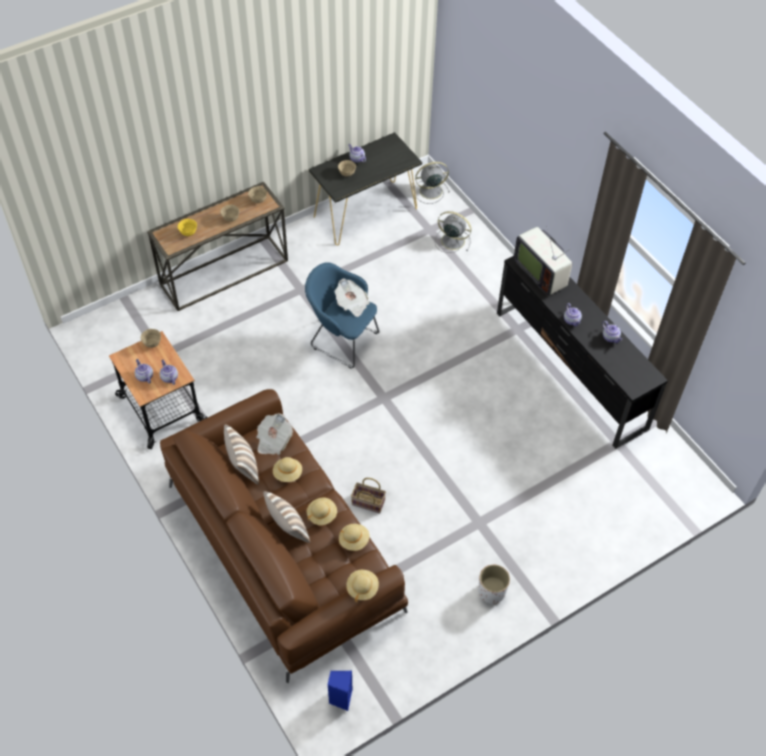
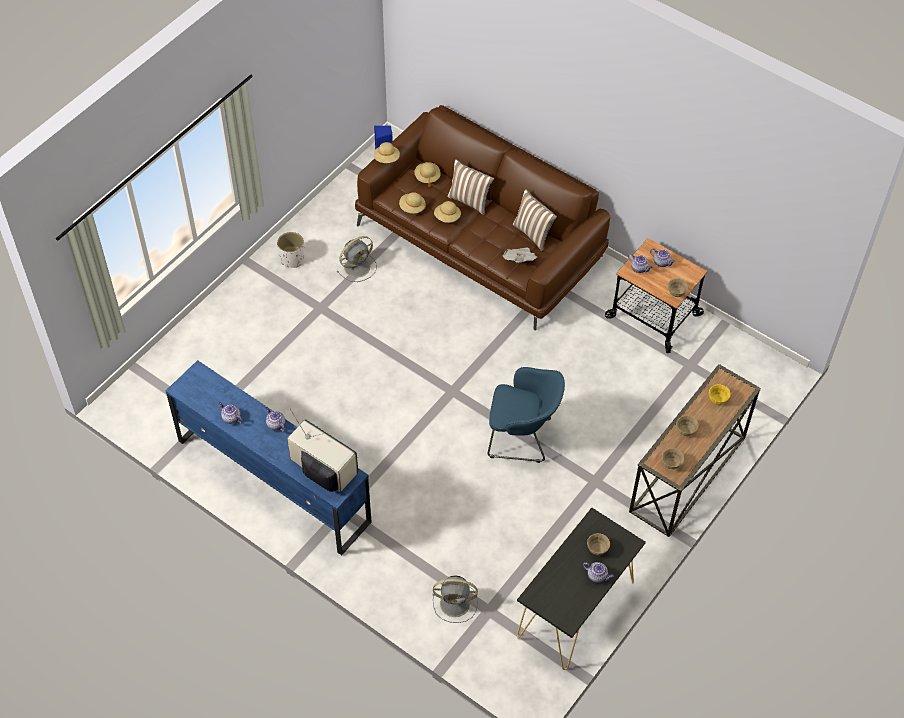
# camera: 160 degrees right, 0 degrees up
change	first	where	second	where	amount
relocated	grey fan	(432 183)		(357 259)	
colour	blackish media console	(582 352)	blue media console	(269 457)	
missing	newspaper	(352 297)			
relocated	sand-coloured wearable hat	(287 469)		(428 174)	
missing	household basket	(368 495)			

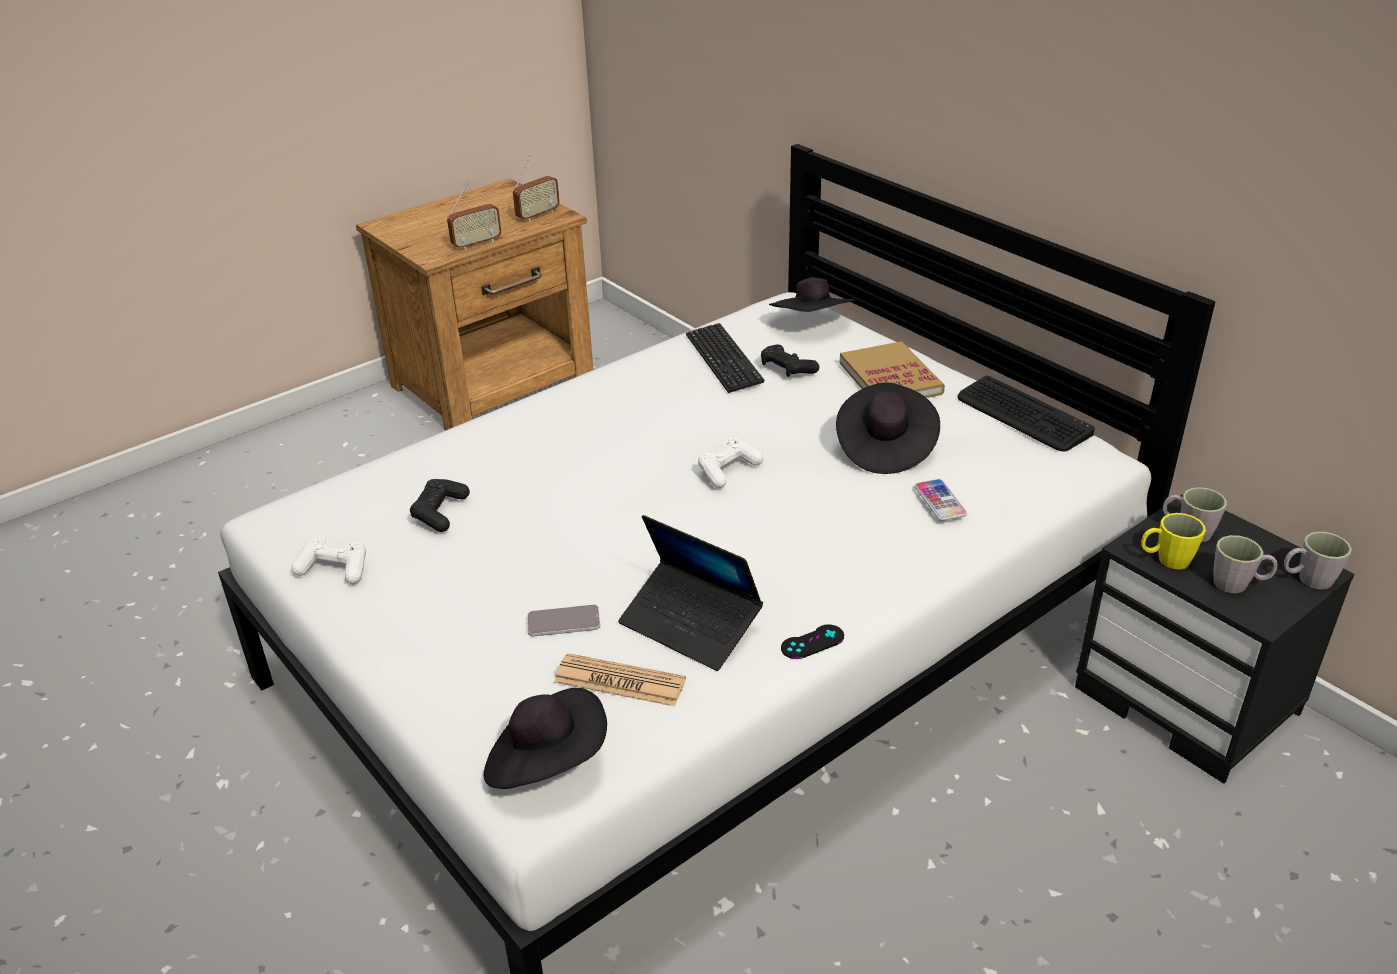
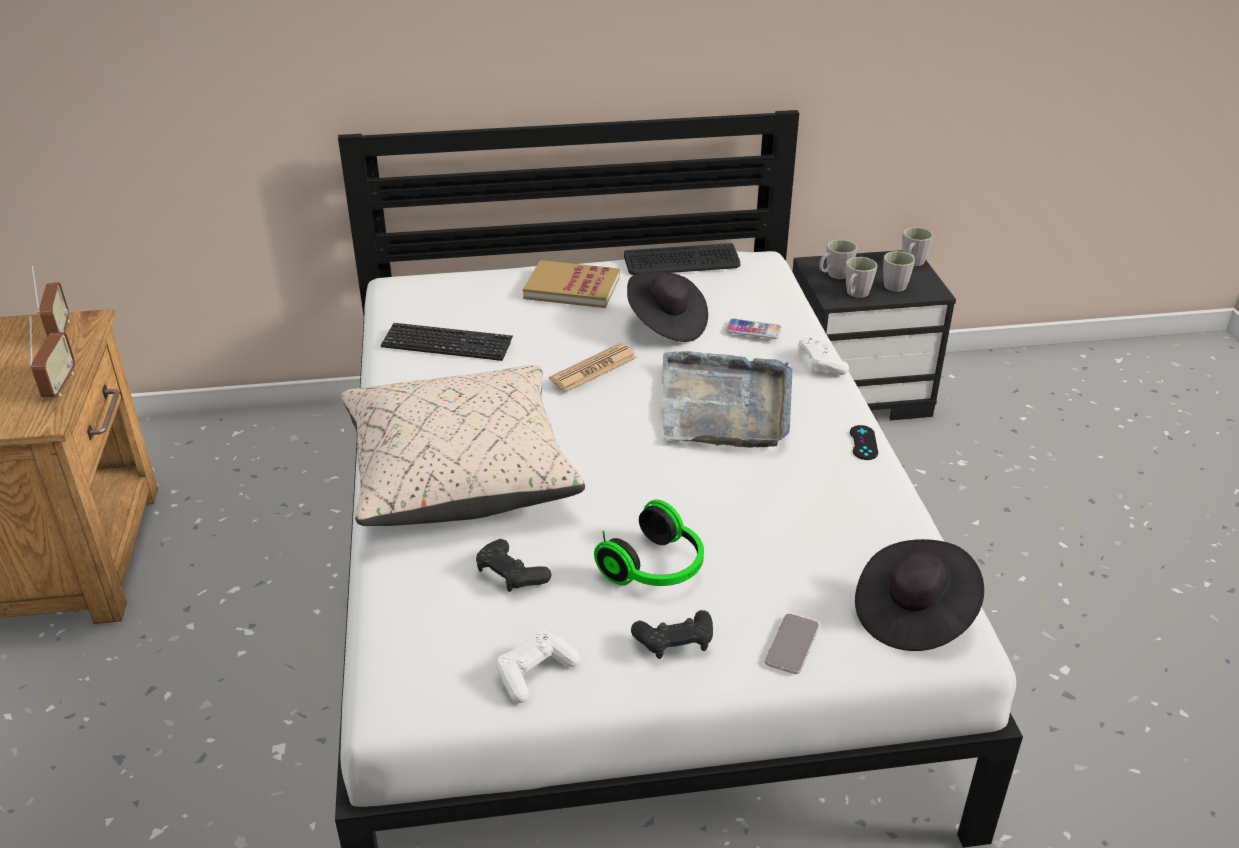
# camera: 60 degrees left, 0 degrees up
change	first	where	second	where	amount
missing	blackish wearable hat	(812 294)			
relocated	blackish gamepad	(790 360)		(672 634)	
relocated	whitish gamepad	(730 463)		(823 355)	
colour	yellow-coloured mug	(1173 541)	grey mug	(862 277)	
missing	laptop	(690 593)			
relocated	telephone	(563 620)		(792 643)	
relocated	newspaper	(620 680)		(593 368)	
appeared			grey serving tray	(727 399)	
appeared			sand-coloured cushion	(463 445)	
appeared			headset	(649 543)	

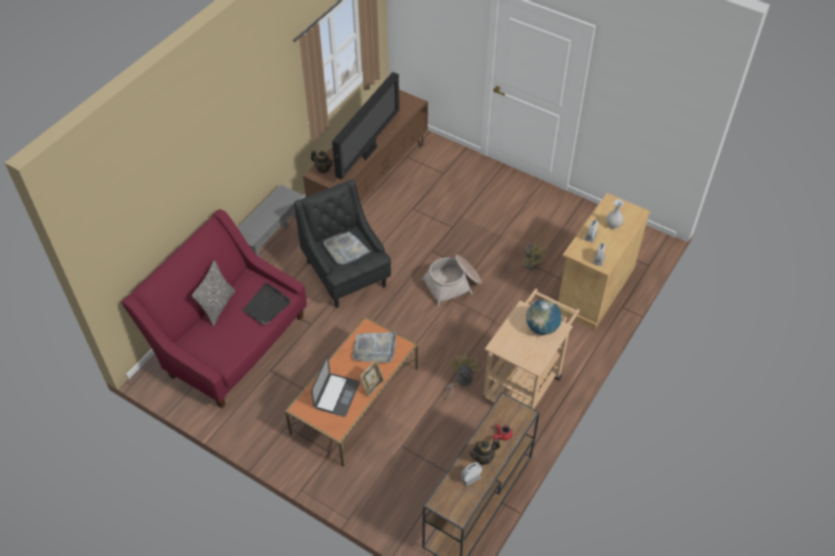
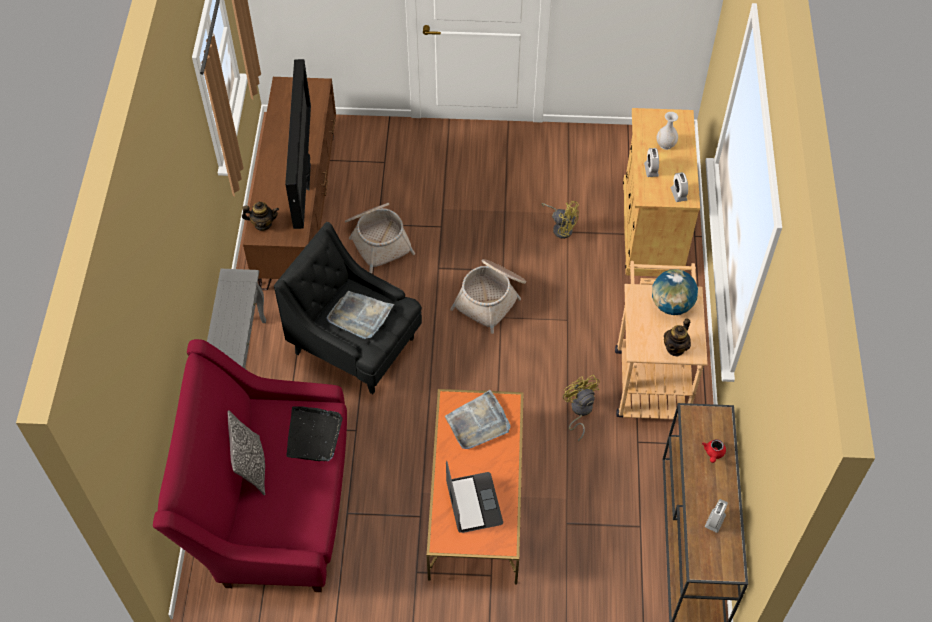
# camera: 30 degrees left, 5 degrees up
change	first	where	second	where	amount
missing	standing frame	(372 378)			
relocated	tea pot	(484 451)		(677 337)	
appeared			household basket	(380 238)	

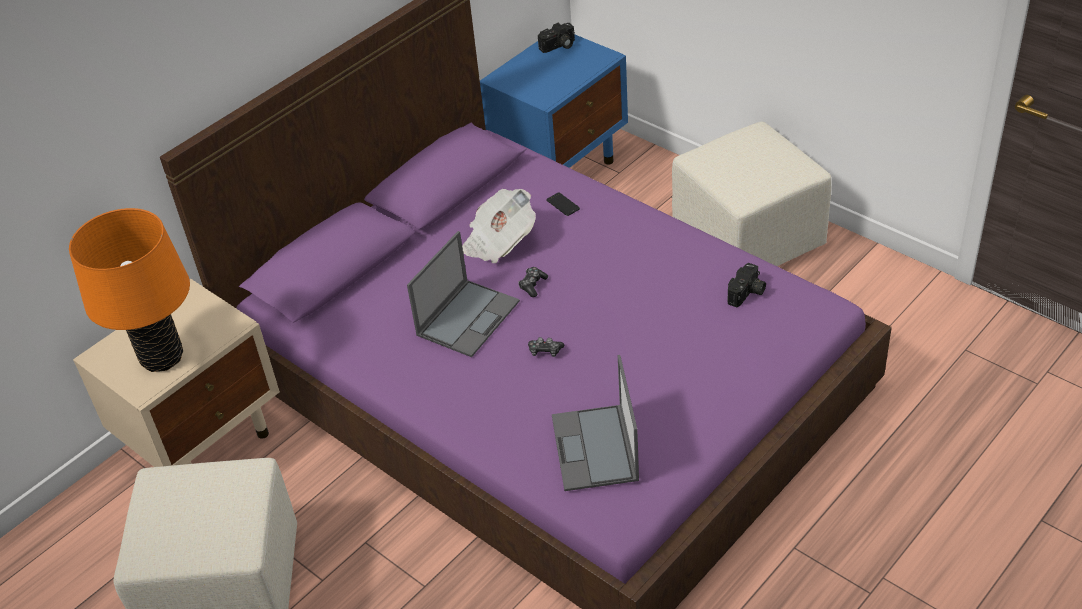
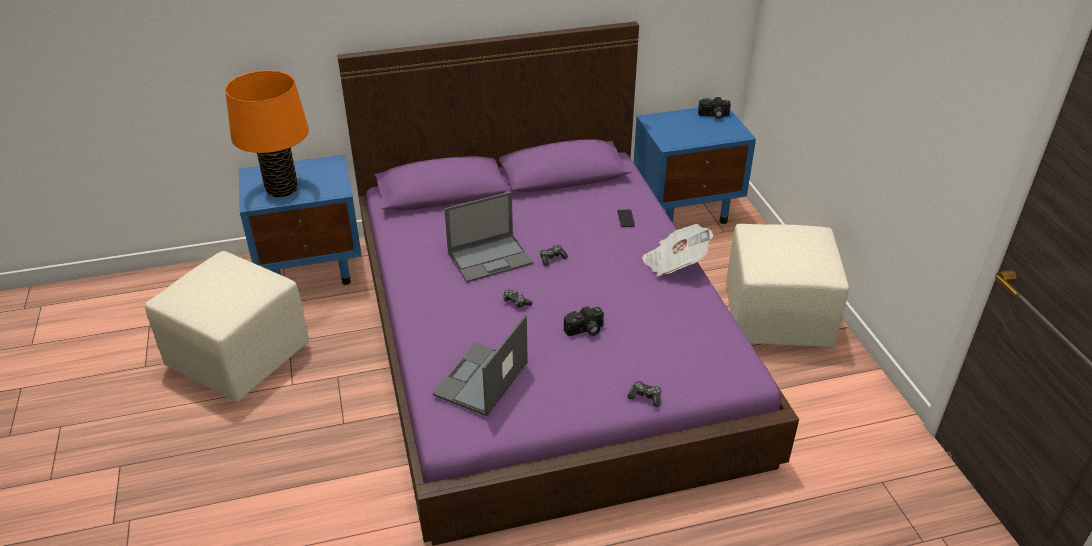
# camera: 30 degrees right, 5 degrees down
change	first	where	second	where	amount
relocated	newspaper	(499 226)		(677 250)	
relocated	photo camera	(747 285)		(584 321)	
colour	sand-coloured bedside table	(176 373)	blue bedside table	(300 220)	
appeared			gamepad	(644 394)	

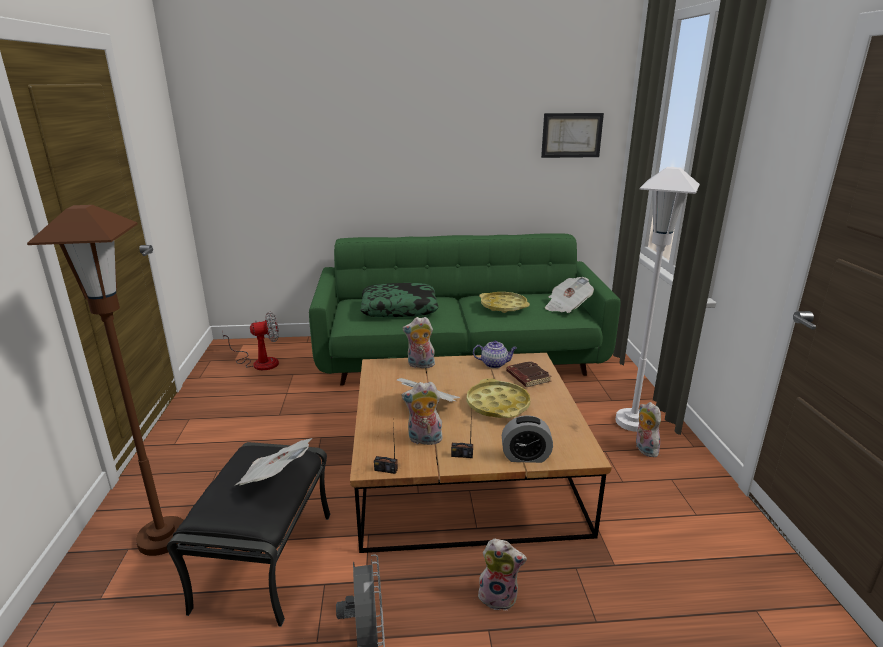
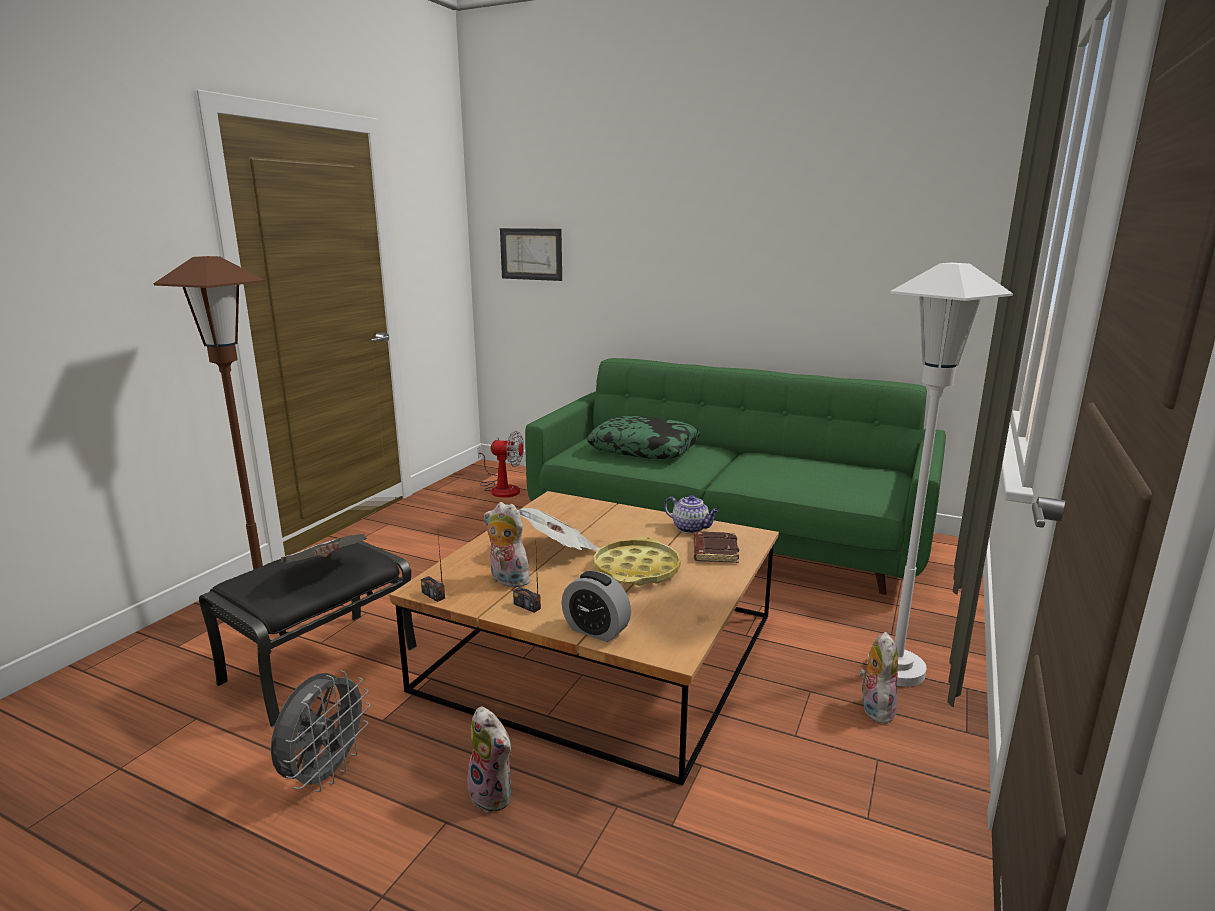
# camera: 30 degrees right, 5 degrees down
change	first	where	second	where	amount
relocated	picture	(572 135)		(531 254)	
missing	newspaper	(569 295)			
missing	yellow-coloured serving tray	(504 302)			
missing	soft toy	(419 342)			

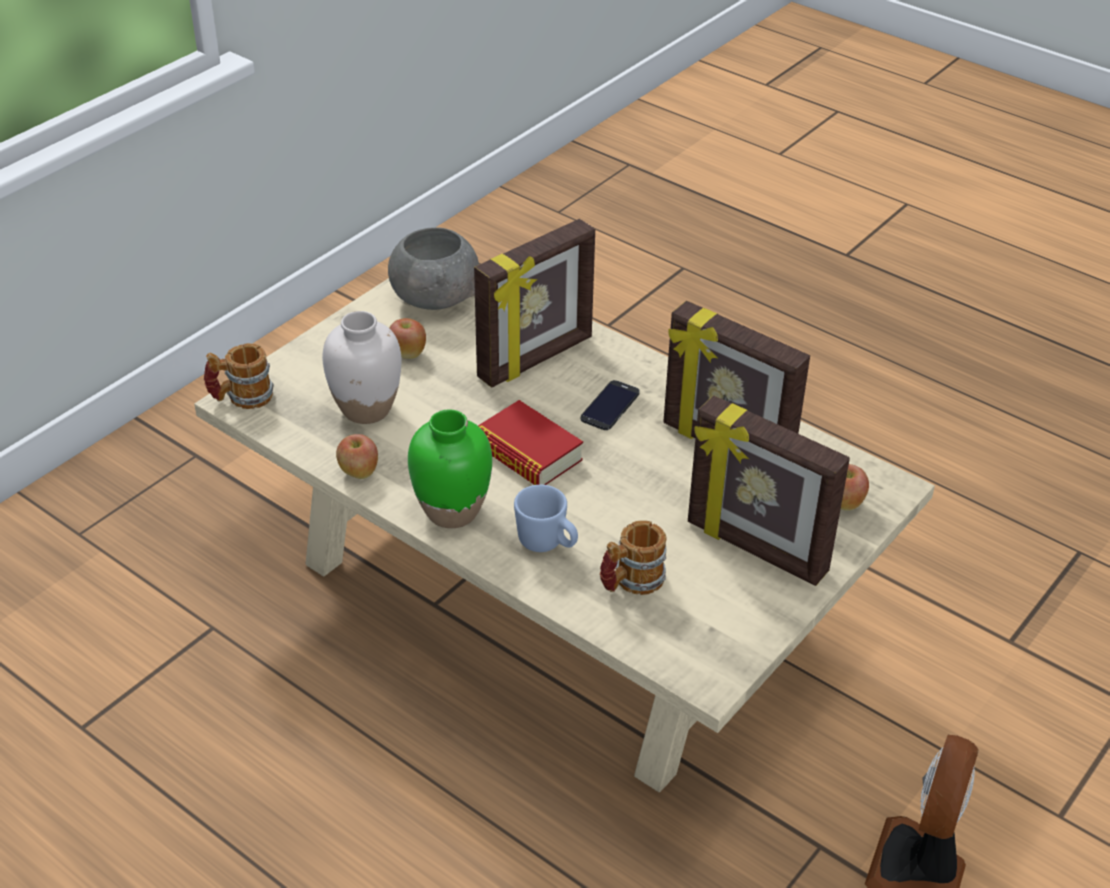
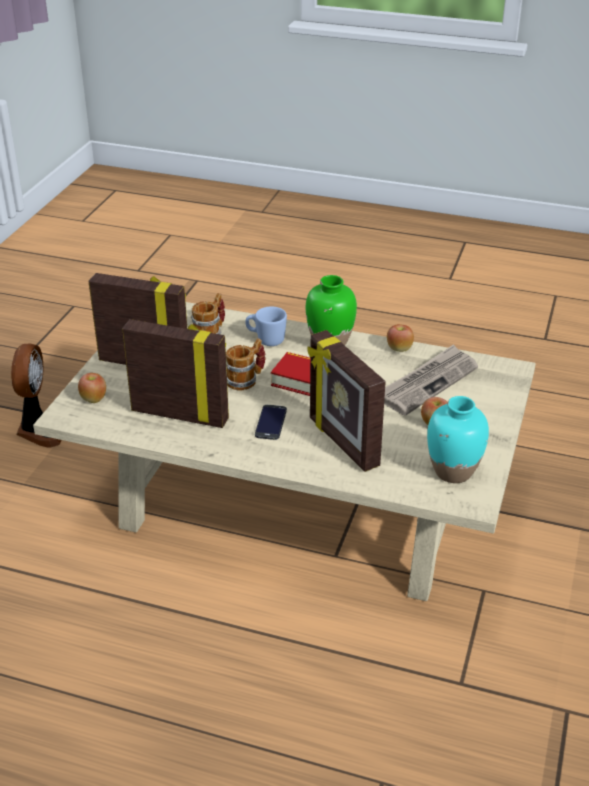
# camera: 160 degrees right, 5 degrees down
change	first	where	second	where	amount
spun	standing frame	(534 303)		(347 401)	60 degrees counterclockwise
exchanged	grey deep dish	(433 268)	blue-green flower vase	(458 439)	
exchanged	whitish flower vase	(362 367)	newspaper	(431 380)	
relocated	mug	(239 376)		(246 364)	

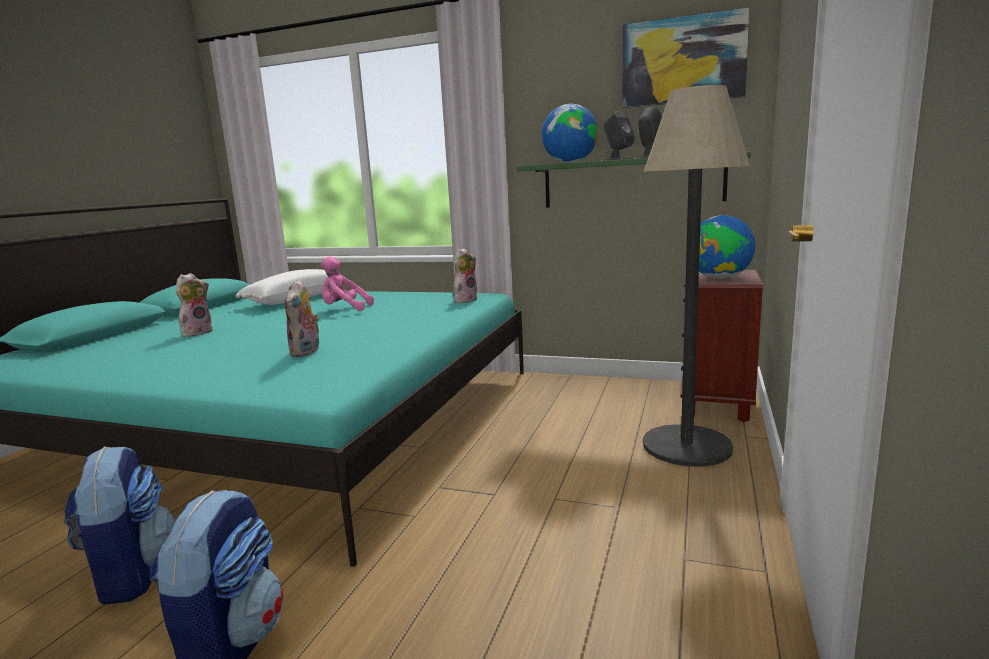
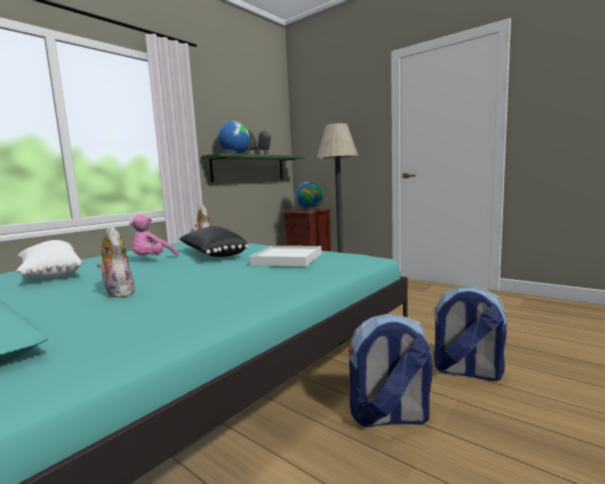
# camera: 70 degrees left, 5 degrees down
change	first	where	second	where	amount
missing	picture	(686 57)			
exchanged	soft toy	(302 318)	whitish serving tray	(286 256)	
appeared			blackish cushion	(214 241)	

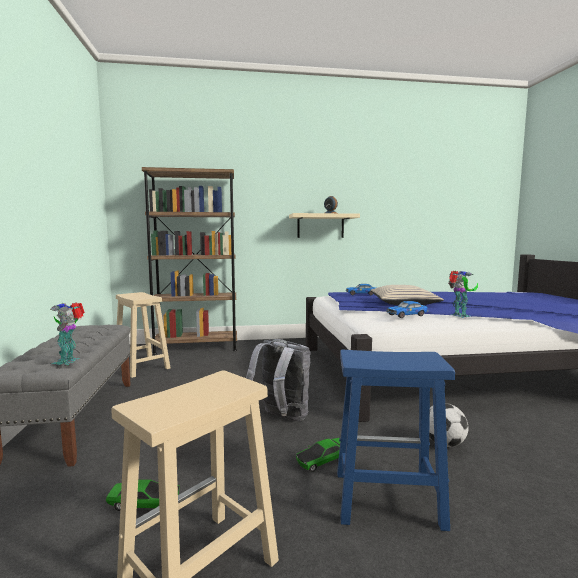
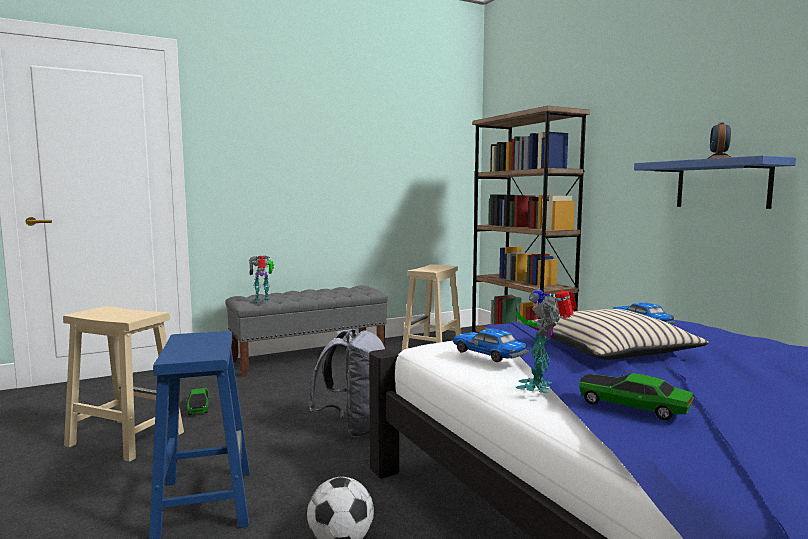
# camera: 70 degrees right, 0 degrees up
change	first	where	second	where	amount
colour	sand-coloured wall shelf	(324 225)	blue wall shelf	(715 182)	
spun	model robot	(463 294)		(546 341)	150 degrees clockwise
relocated	miniature car	(318 455)		(636 396)	

